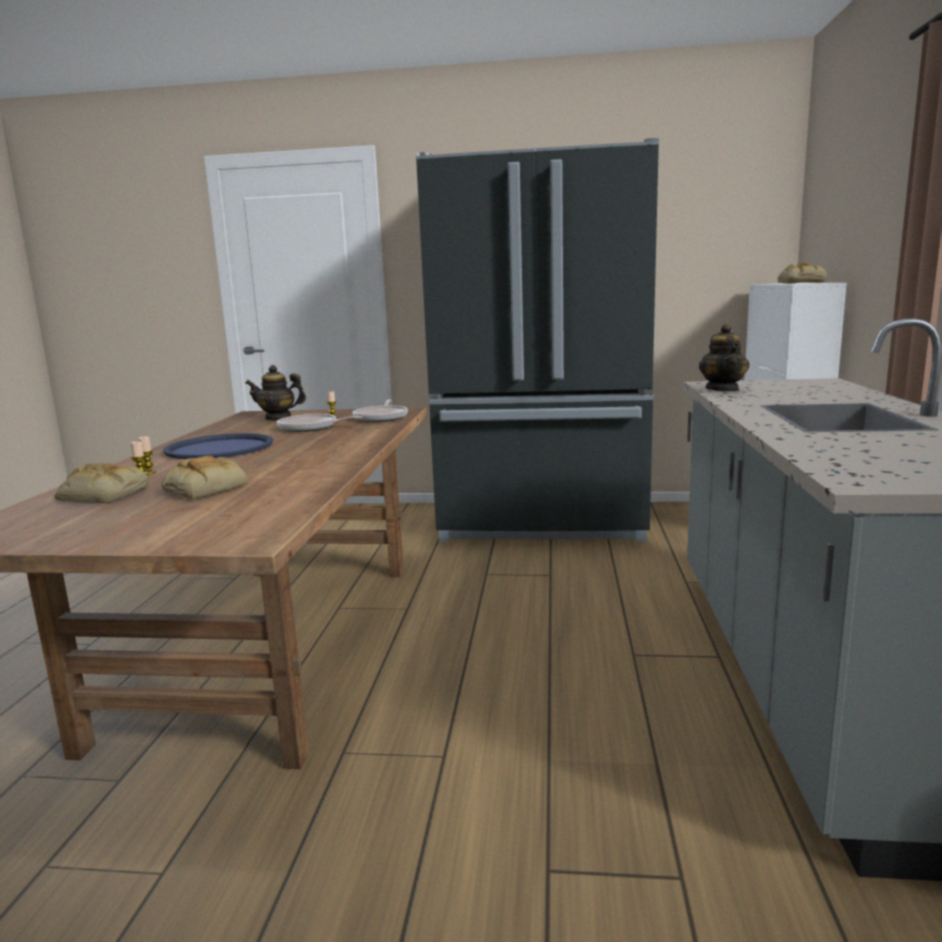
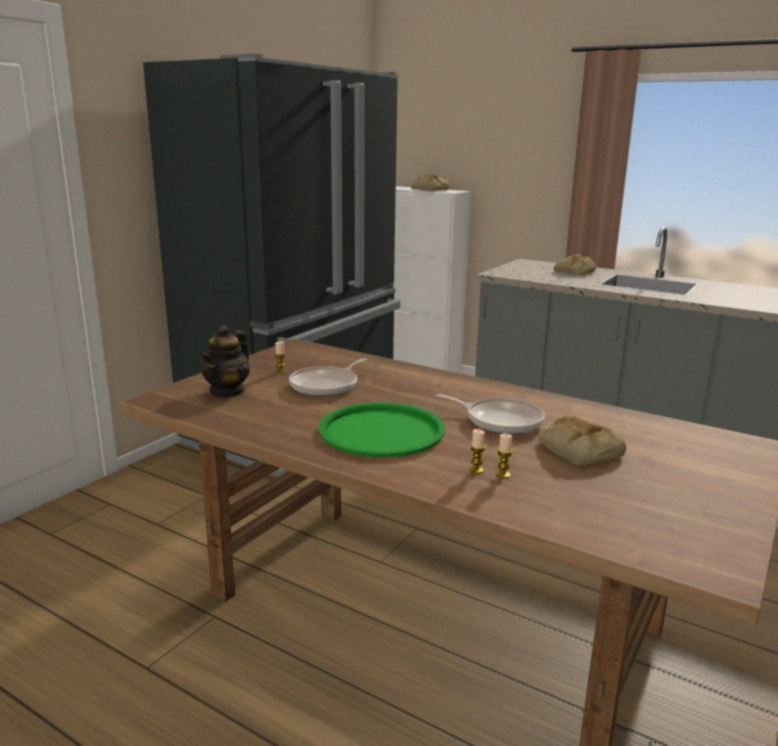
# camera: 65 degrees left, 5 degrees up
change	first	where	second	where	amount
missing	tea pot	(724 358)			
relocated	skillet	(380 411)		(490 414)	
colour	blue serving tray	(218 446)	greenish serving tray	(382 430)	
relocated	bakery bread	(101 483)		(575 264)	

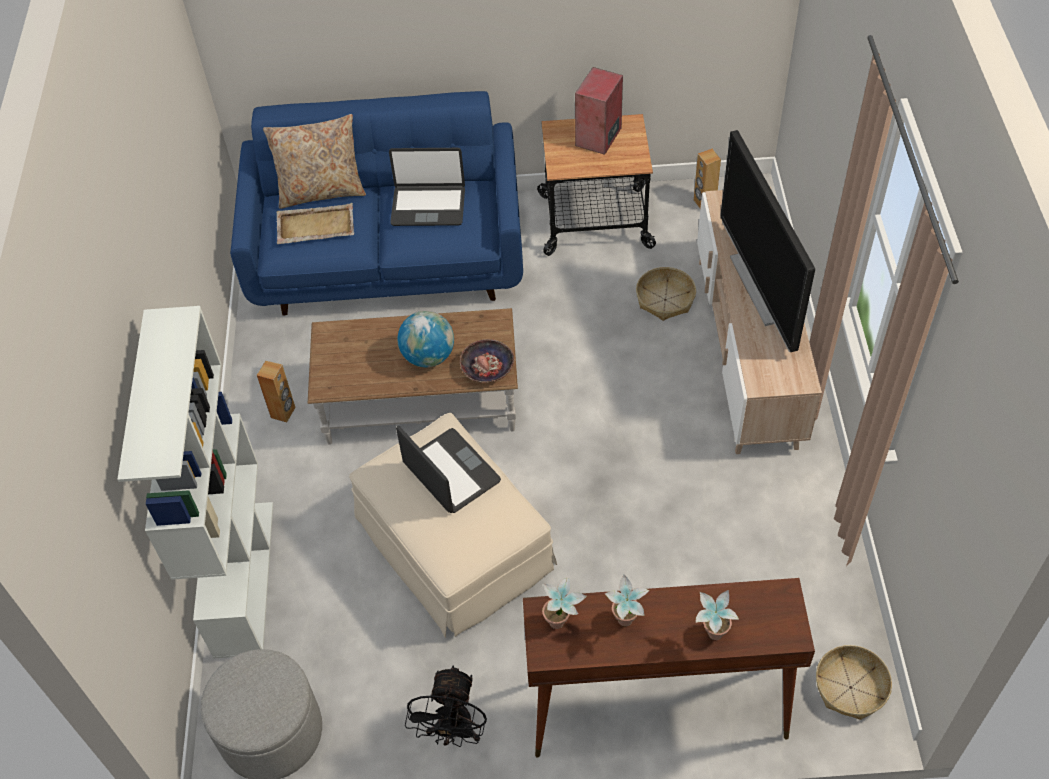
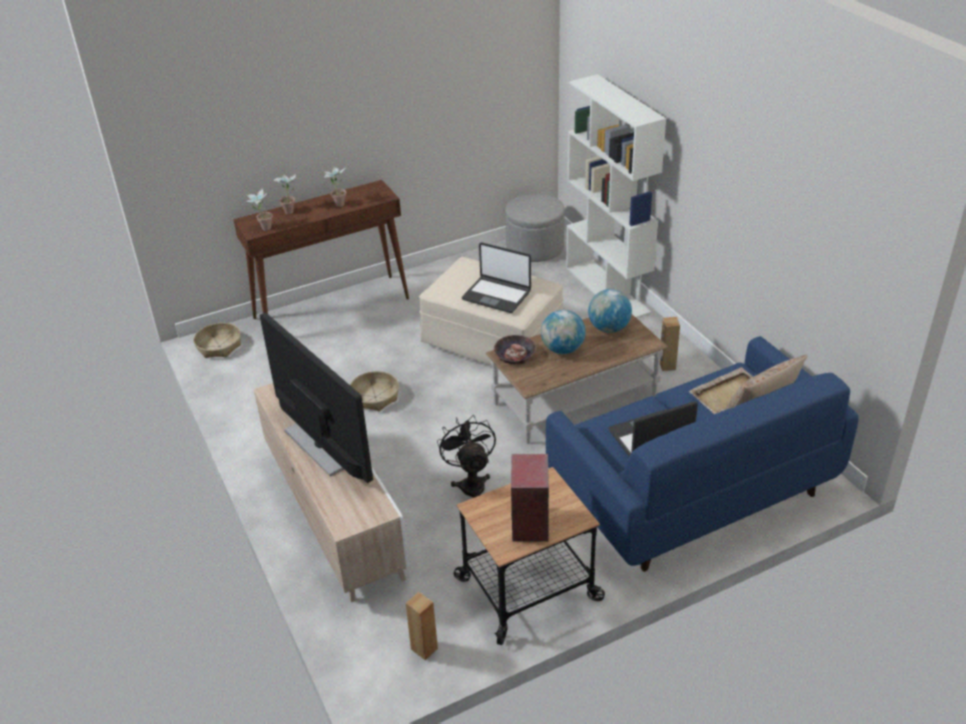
# camera: 155 degrees right, 15 degrees down
change	first	where	second	where	amount
relocated	household basket	(666 294)		(374 391)	
relocated	plant in a pot	(564 603)		(258 209)	
relocated	blackish fan	(446 706)		(466 456)	
appeared			desk globe	(610 311)	

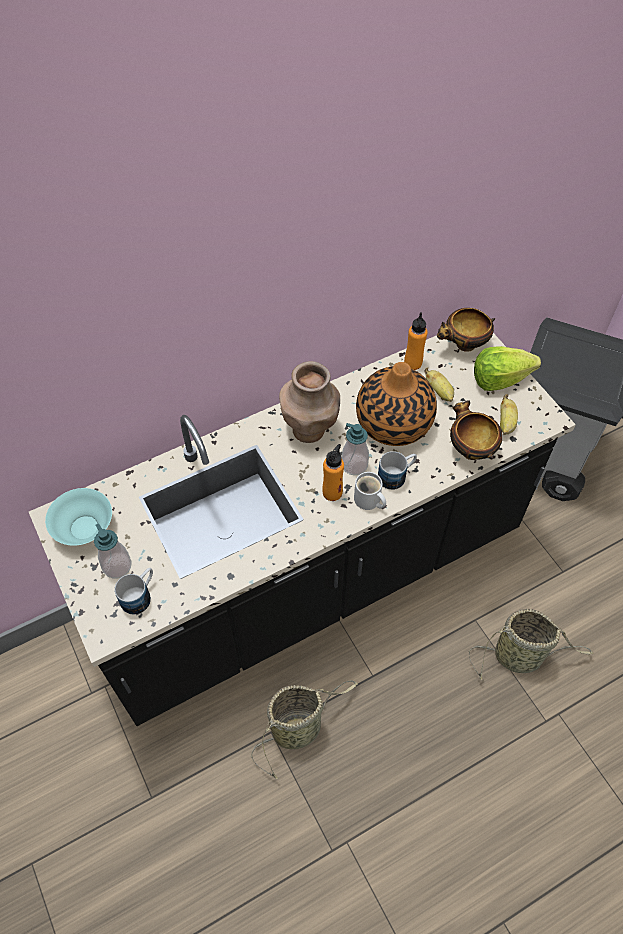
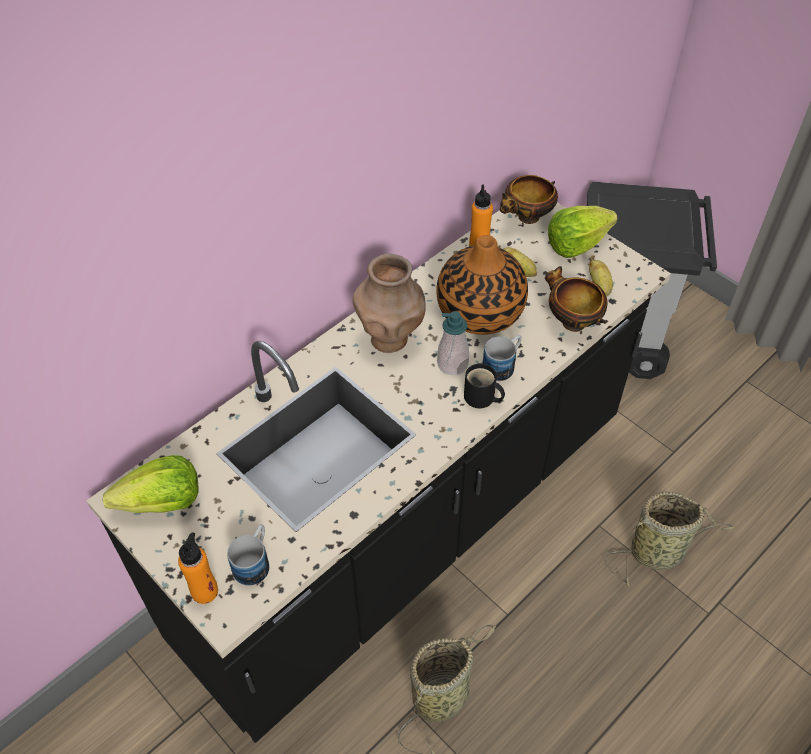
# camera: 15 degrees left, 5 degrees down
change	first	where	second	where	amount
relocated	orange-coloured bottle	(333 472)		(198 568)	
colour	whitish mug	(370 491)	blackish mug	(484 385)	
exchanged	blue-green deep dish	(78 517)	lettuce head	(150 484)	
missing	liquid soap bottle	(113 551)			

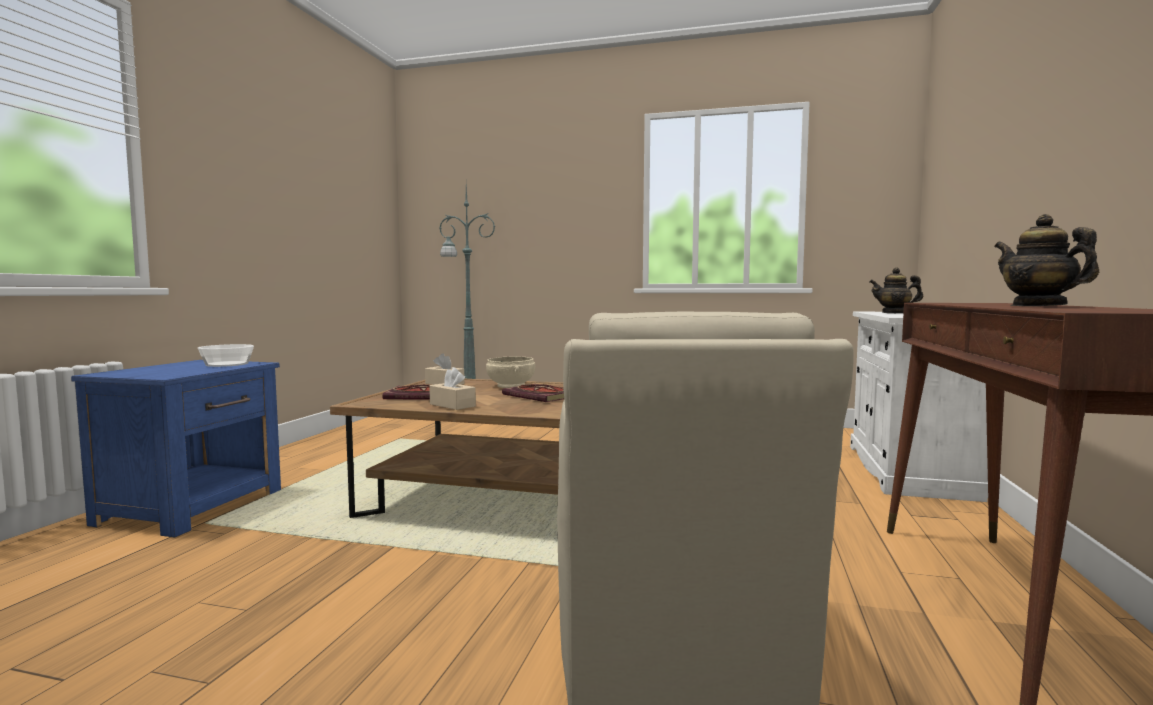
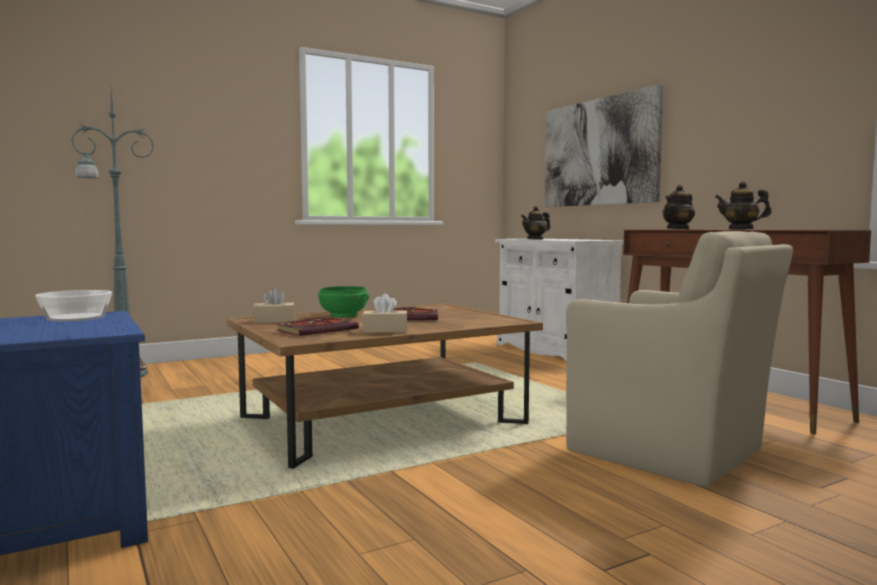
# camera: 45 degrees left, 0 degrees up
change	first	where	second	where	amount
colour	sand-coloured deep dish	(510 372)	greenish deep dish	(343 301)	
appeared			picture	(604 145)	
appeared			tea pot	(679 207)	

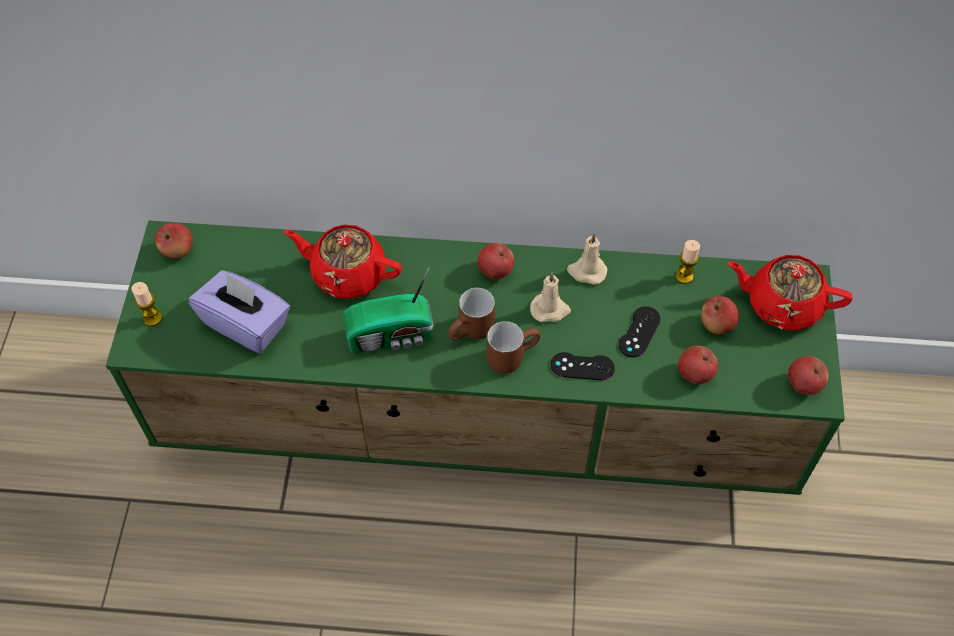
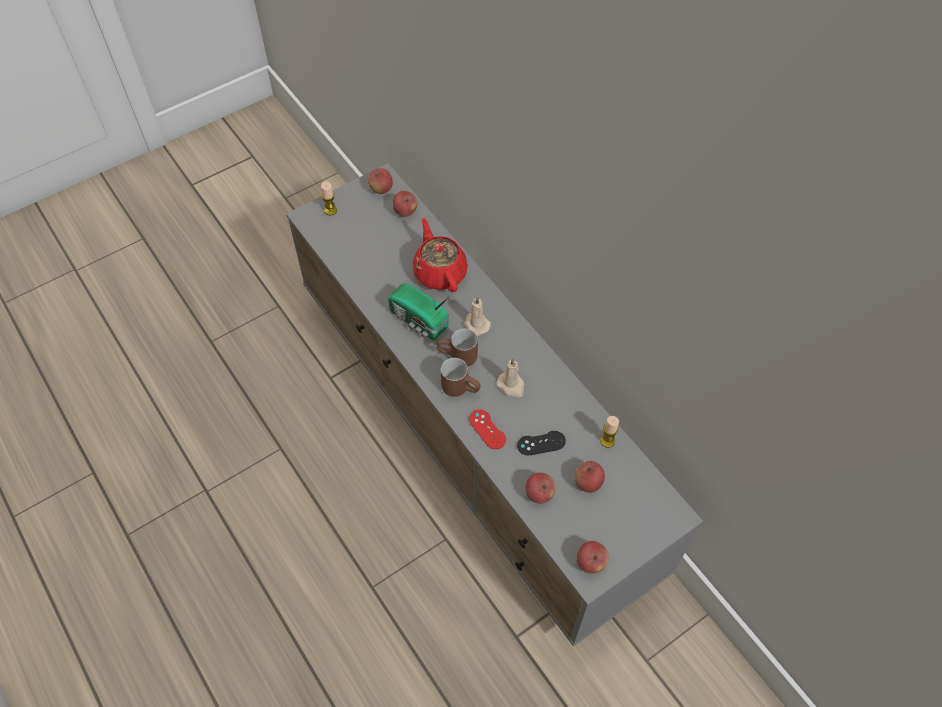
# camera: 50 degrees right, 0 degrees up
change	first	where	second	where	amount
colour	greenish media console	(475 358)	grey media console	(494 404)	
relocated	sand-coloured candle	(587 259)		(477 316)	
relocated	apple	(496 261)		(405 204)	
missing	red tea pot	(790 293)			
missing	purplish tissue holder	(239 312)			
colour	blackish gamepad	(583 366)	red gamepad	(487 429)	

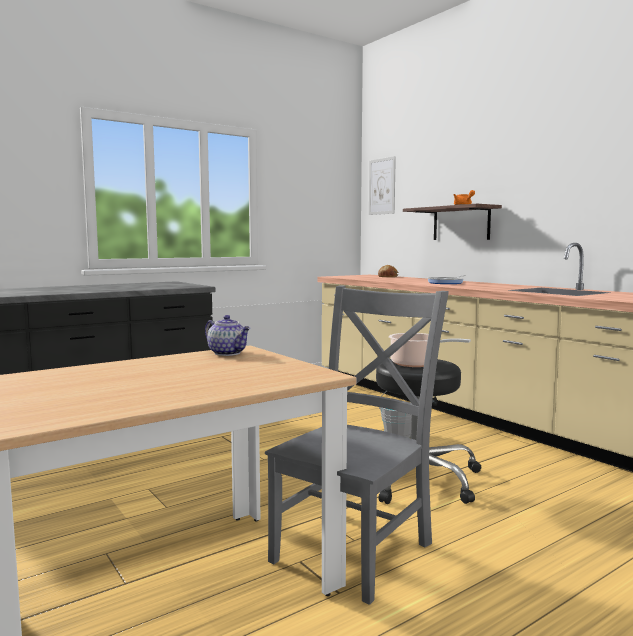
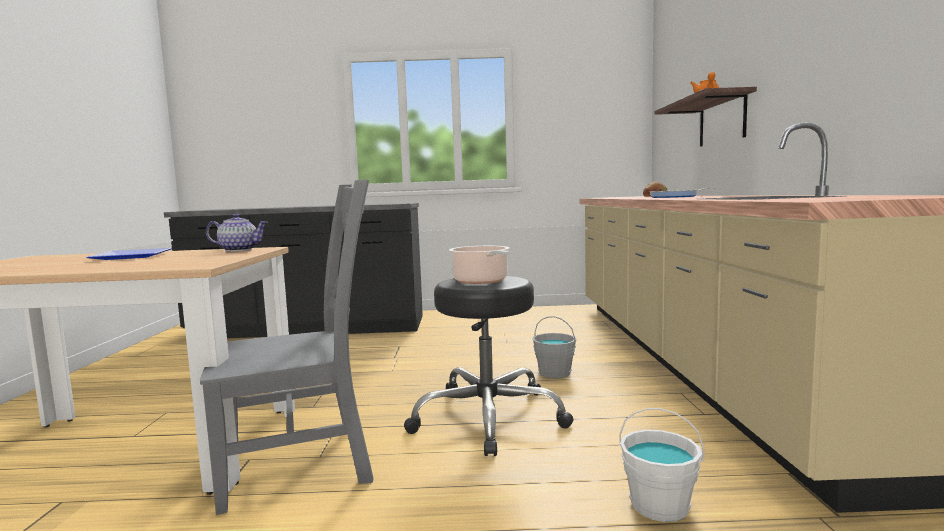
# camera: 35 degrees right, 0 degrees up
change	first	where	second	where	amount
missing	picture	(382 185)			
spun	tea pot	(227 335)		(237 232)	75 degrees counterclockwise
appeared			plate	(129 254)	
appeared			whitish bucket	(661 465)	

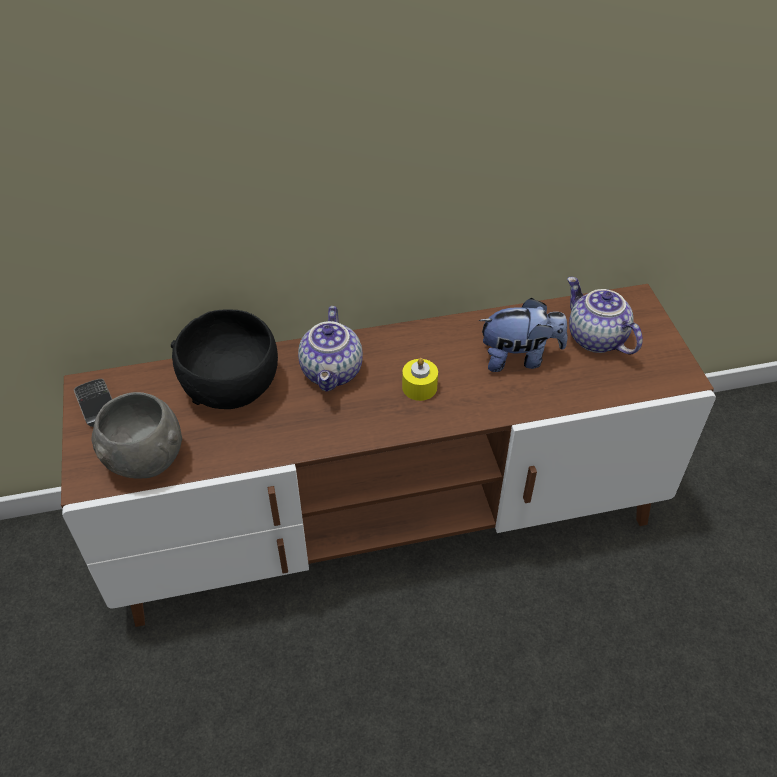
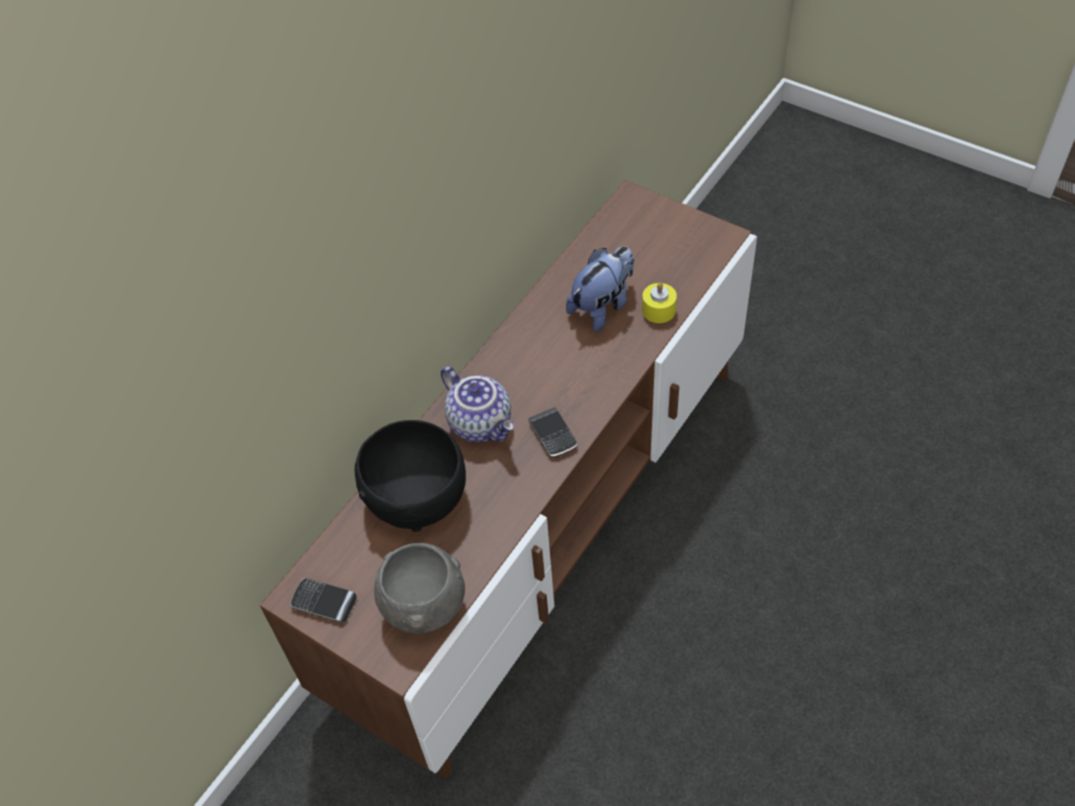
# camera: 40 degrees left, 5 degrees up
change	first	where	second	where	amount
missing	tea pot	(605 315)			
relocated	yellow-coloured candle	(420 379)		(659 303)	
appeared			telephone	(553 432)	

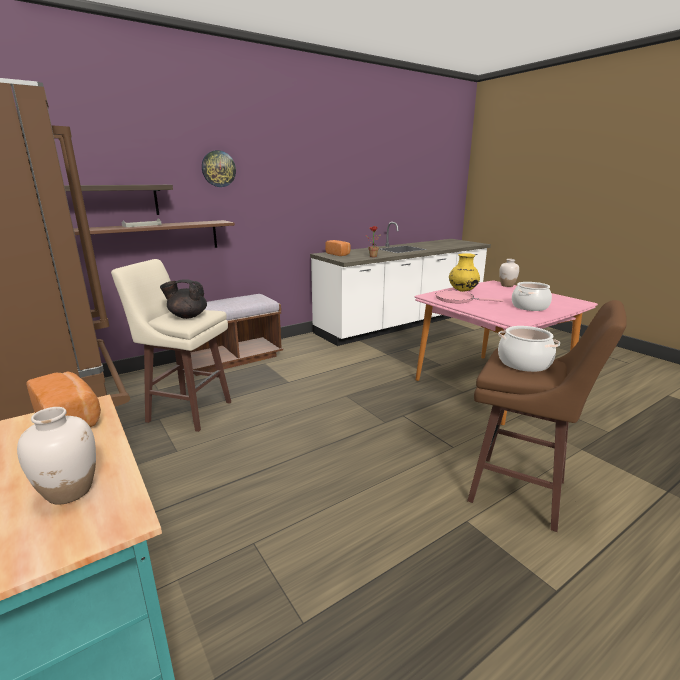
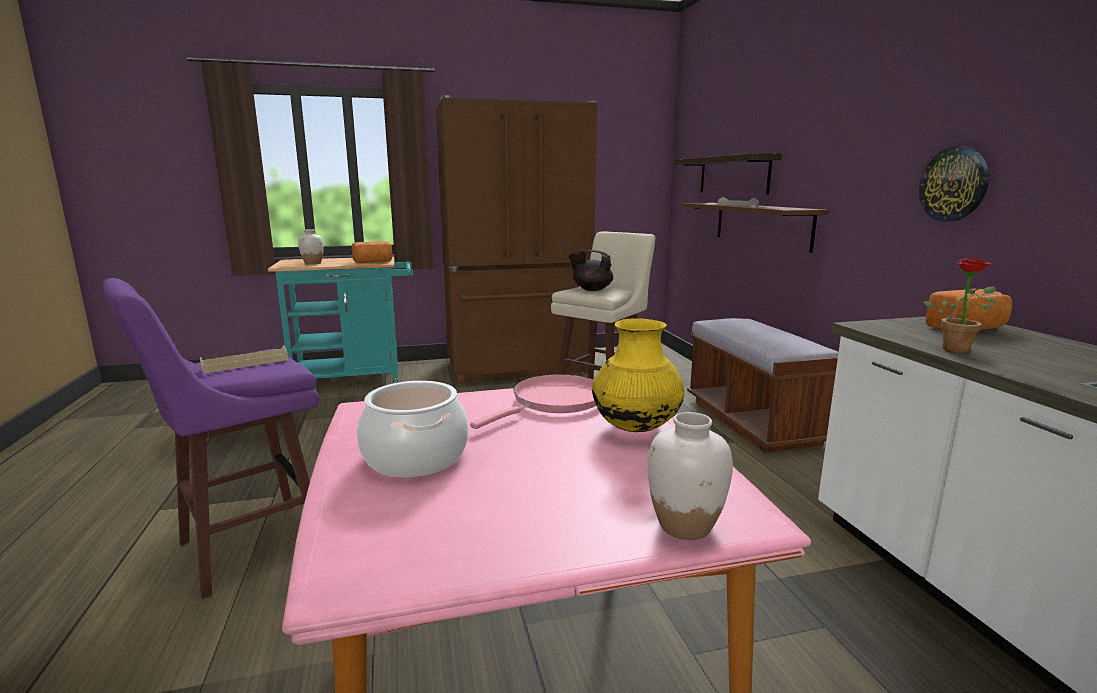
# camera: 110 degrees right, 5 degrees down
change	first	where	second	where	amount
relocated	wall clock	(219 168)		(954 183)	
spun	blackish tea pot	(183 299)		(591 270)	105 degrees counterclockwise
colour	brown-coloured stool	(547 416)	purplish stool	(211 438)	
exchanged	saucepot	(529 349)	sand-coloured serving tray	(244 359)	

